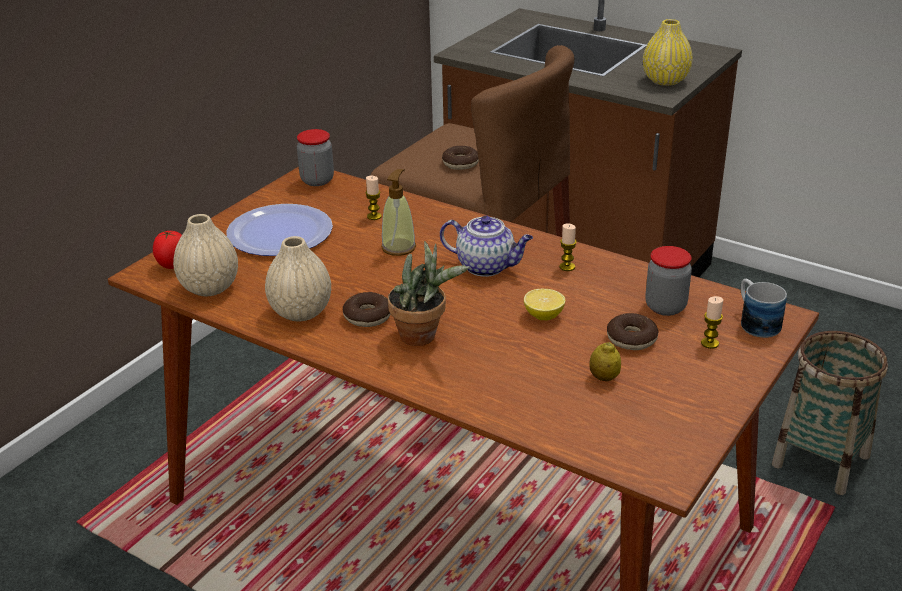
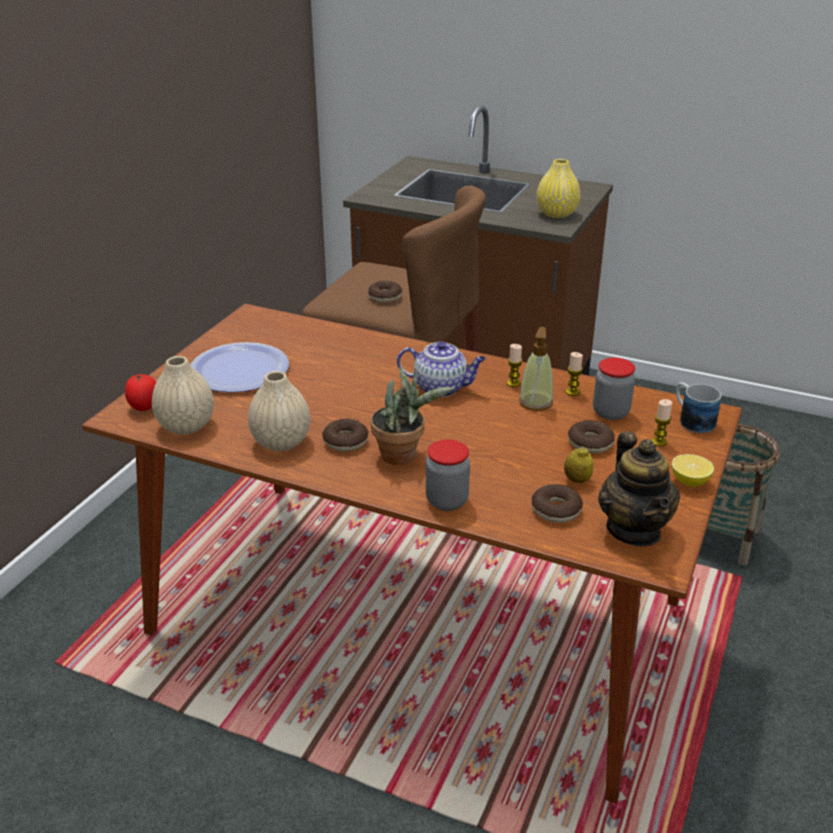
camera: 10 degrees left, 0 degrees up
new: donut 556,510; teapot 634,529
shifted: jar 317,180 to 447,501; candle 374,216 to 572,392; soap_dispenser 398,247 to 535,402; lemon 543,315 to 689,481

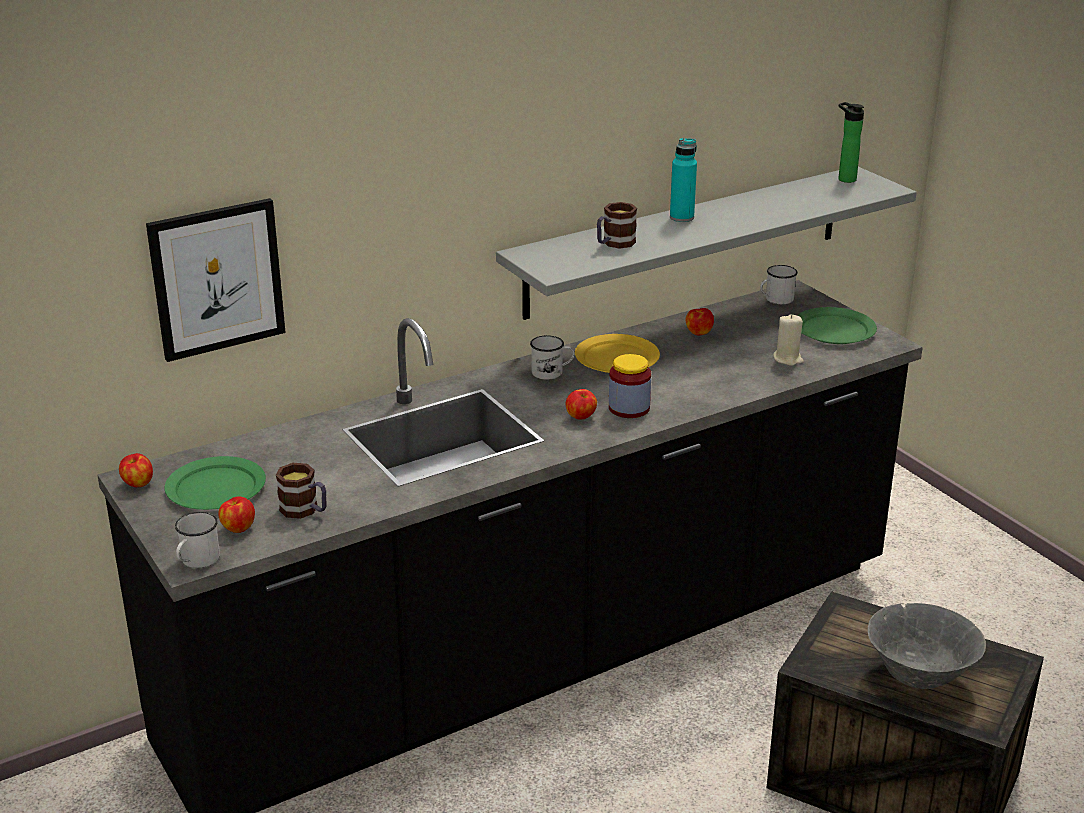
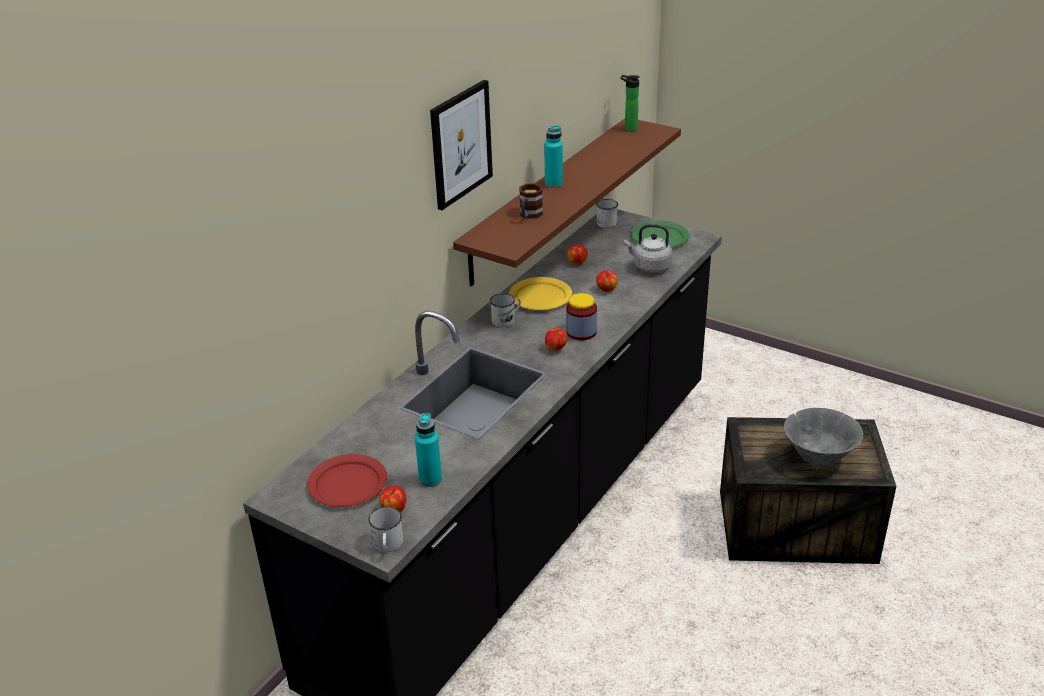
camera: 25 degrees left, 5 degrees up
shifted: apple 137,484 to 606,290; picture 217,279 to 460,144
swapped: mug 305,510 to turquoise_bottle 430,479; beige_candle 788,359 to grey_kettle 649,267
repainted: green_plate 216,488 to red_plate 348,484; grey_shelf 686,241 to brown_shelf 548,198

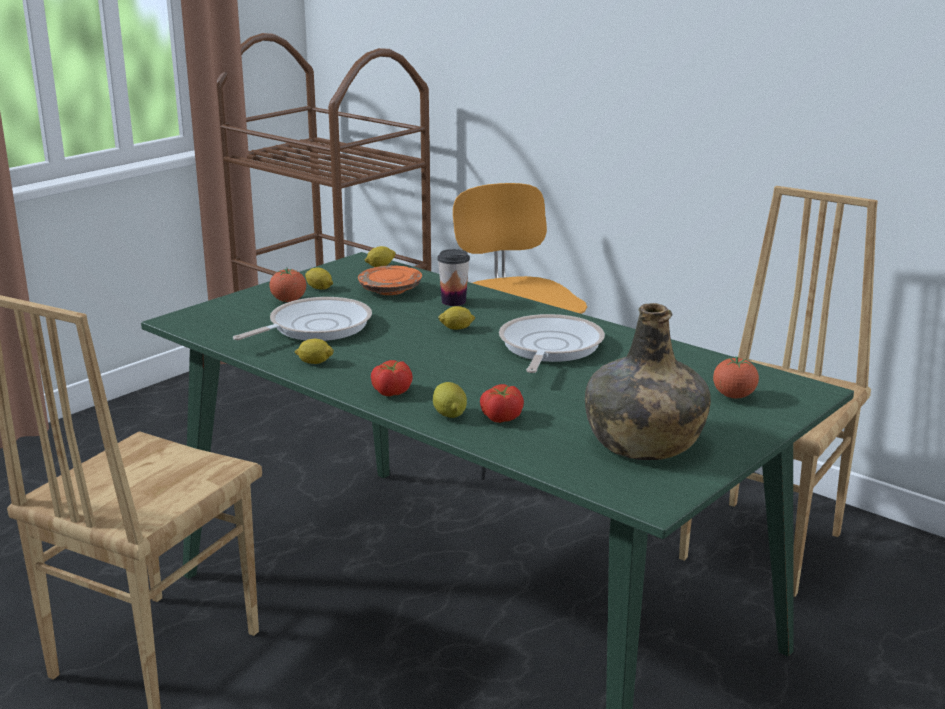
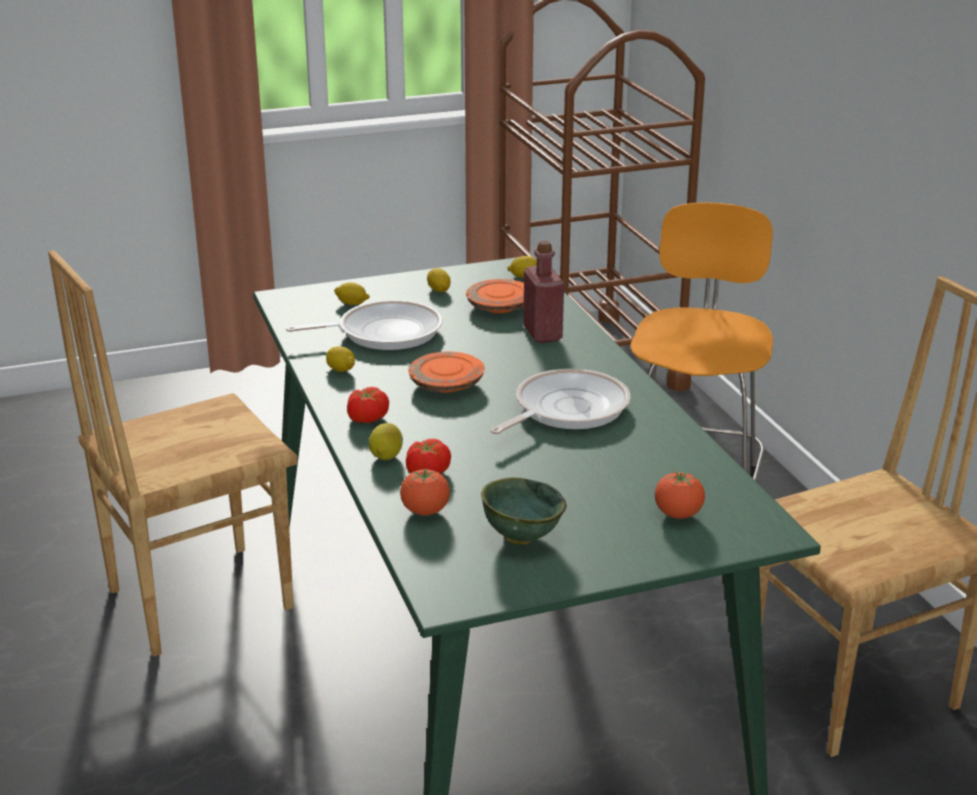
camera: 30 degrees right, 5 degrees up
new: orange_plate 446,384
shifted: tomato 289,301 to 425,511; lemon 457,328 to 352,303
swapped: cup 453,301 to red_bottle 542,334; green_bottle 643,442 to green_bowl 520,536

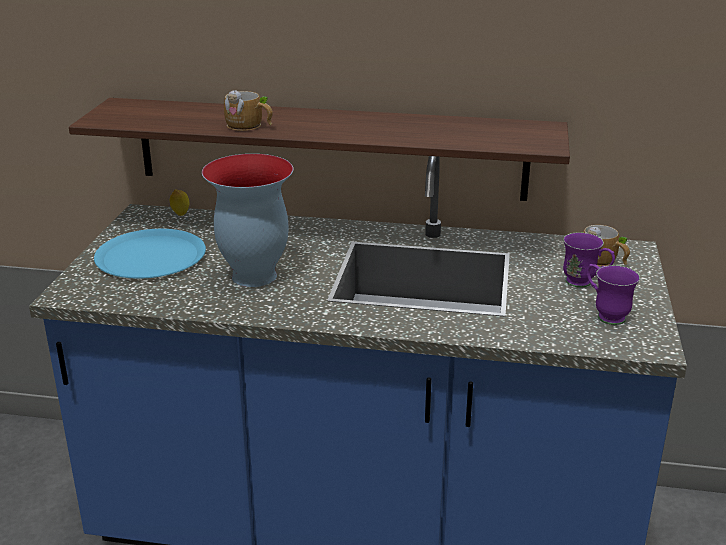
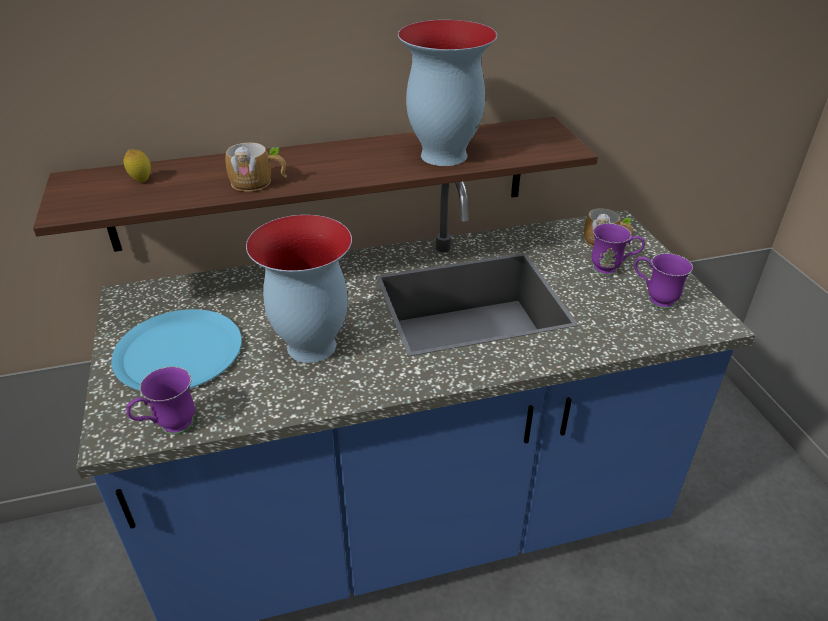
camera: 25 degrees left, 10 degrees up
new: purple_mug 169,428; vase 442,155
shifted: lemon 180,214 to 141,180

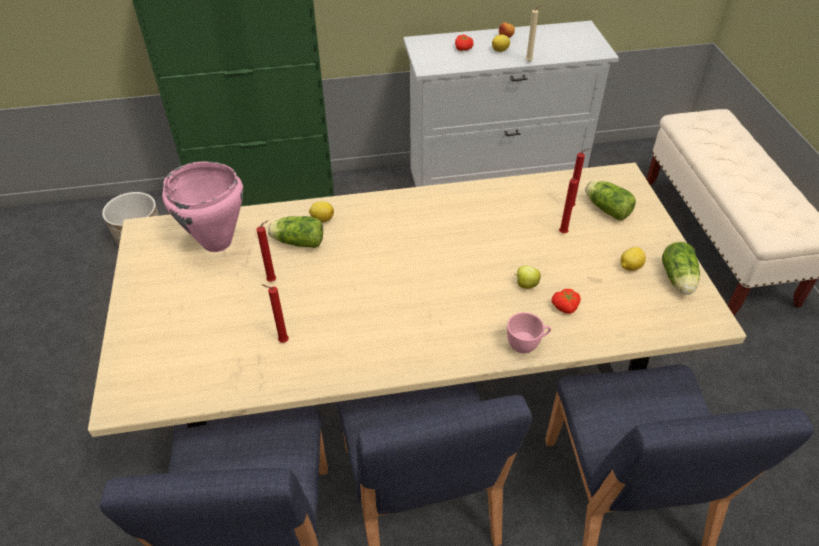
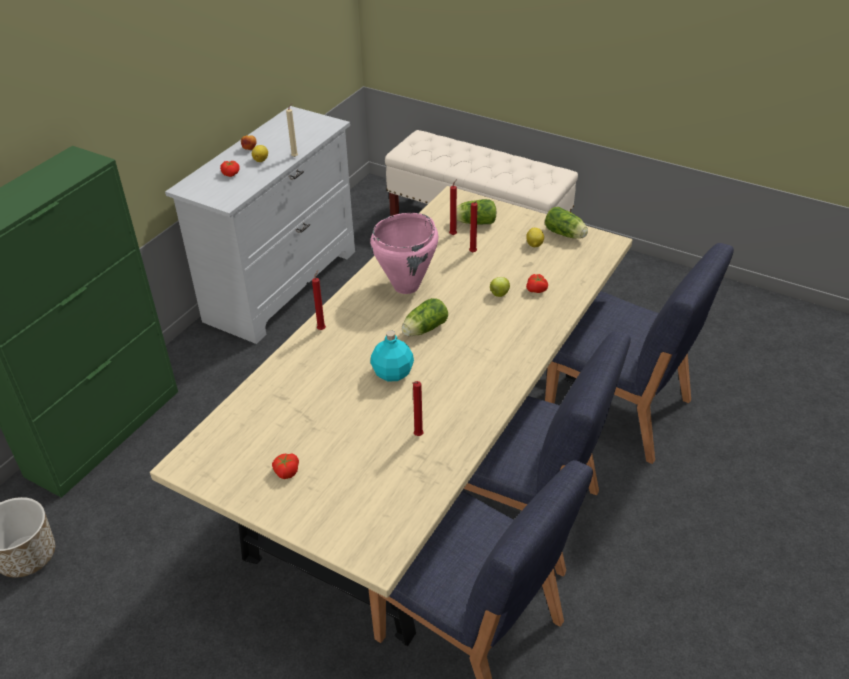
camera: 50 degrees left, 5 degrees down
gone: lemon 322,219; pink_cup 526,344
new: tomato 286,471; turquoise_bottle 392,373
shifted: pink_cooking_pot 217,242 to 407,286; red_candle 273,280 to 322,329; lettuce 297,242 to 423,329

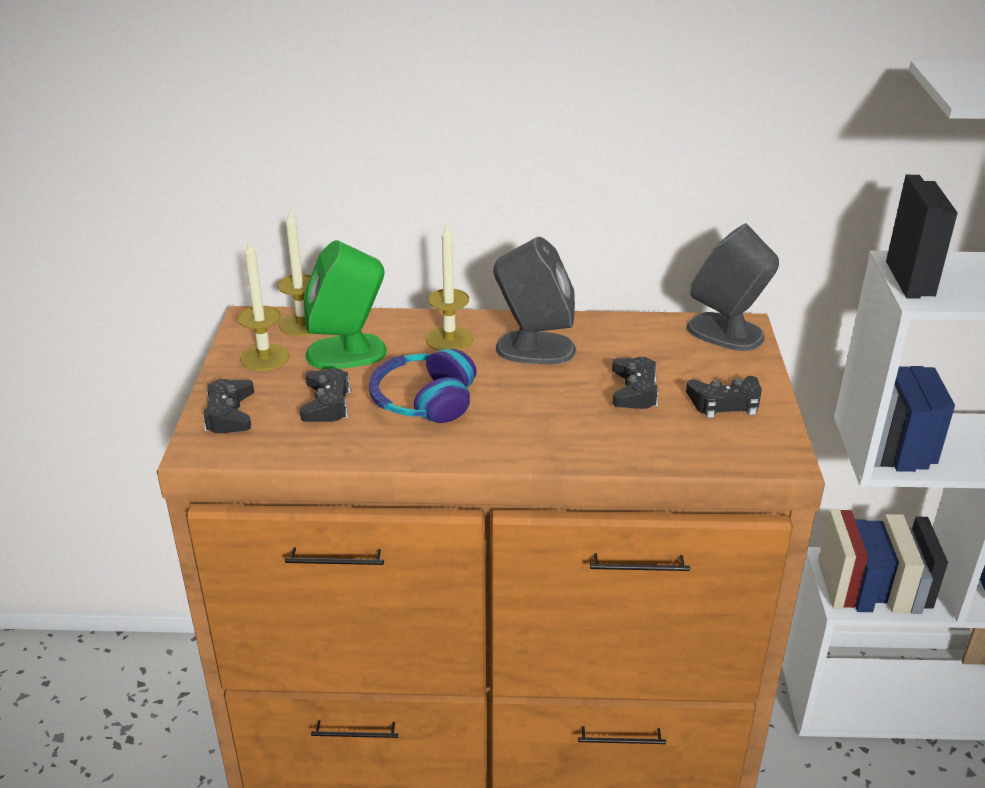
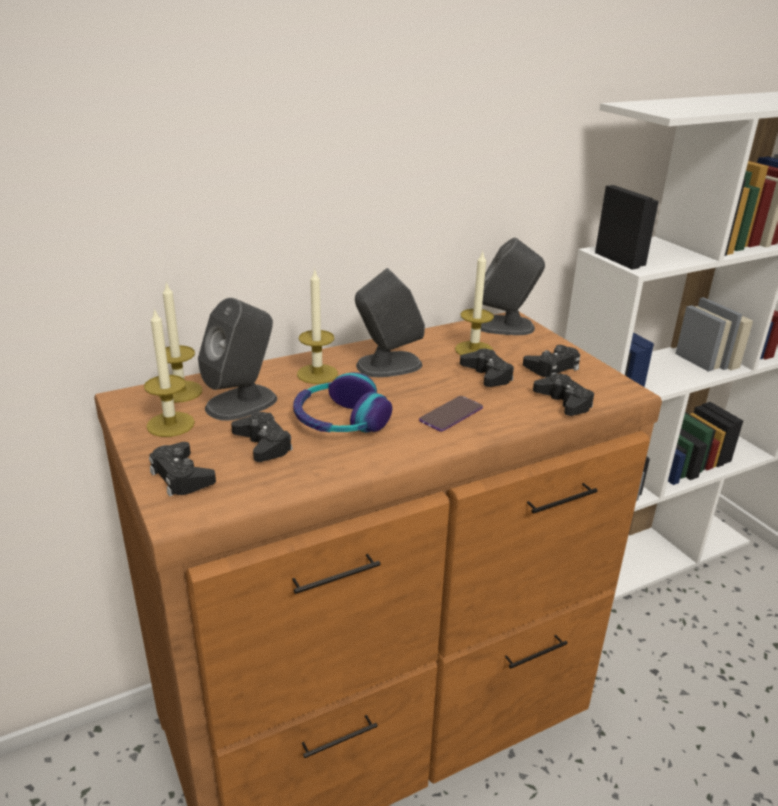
camera: 30 degrees left, 5 degrees down
new: phone 451,414; candle 474,350; black_game_controller 564,401
repainted: green_speaker 347,352 to grey_speaker 242,402

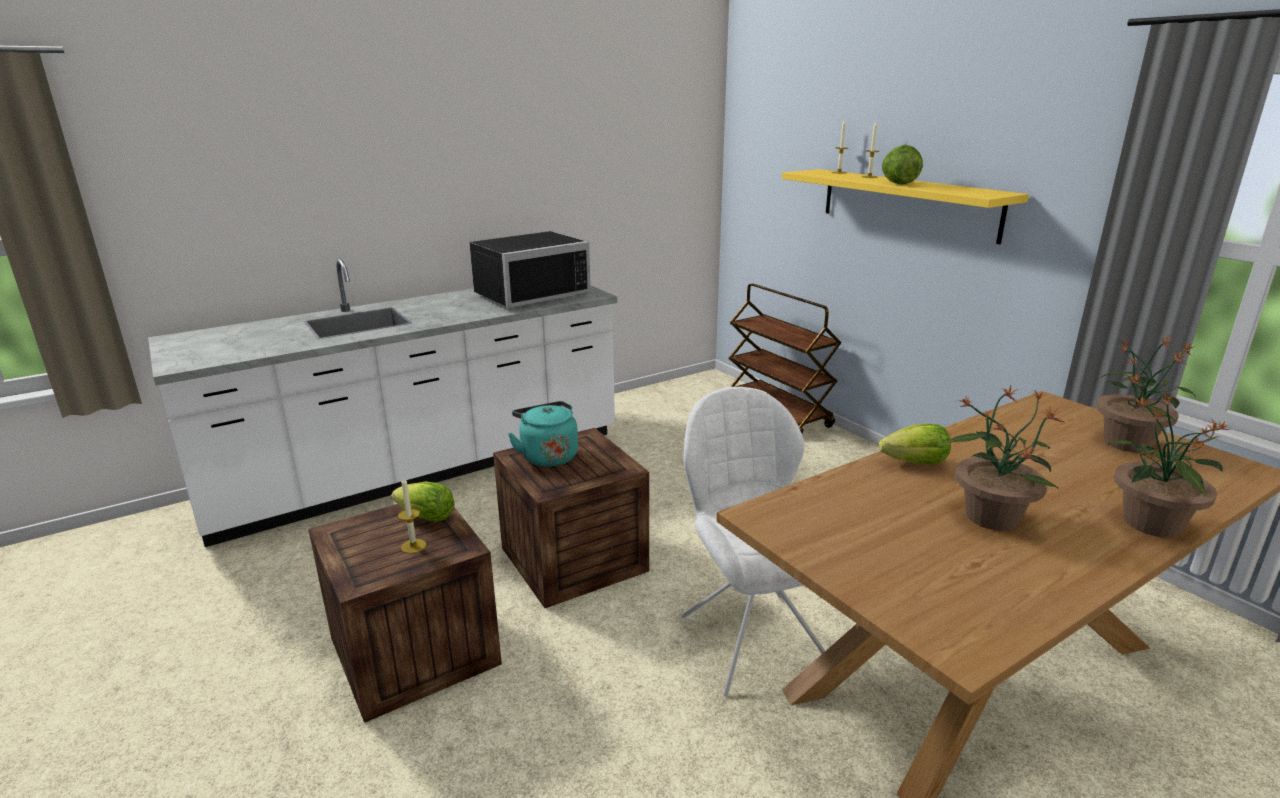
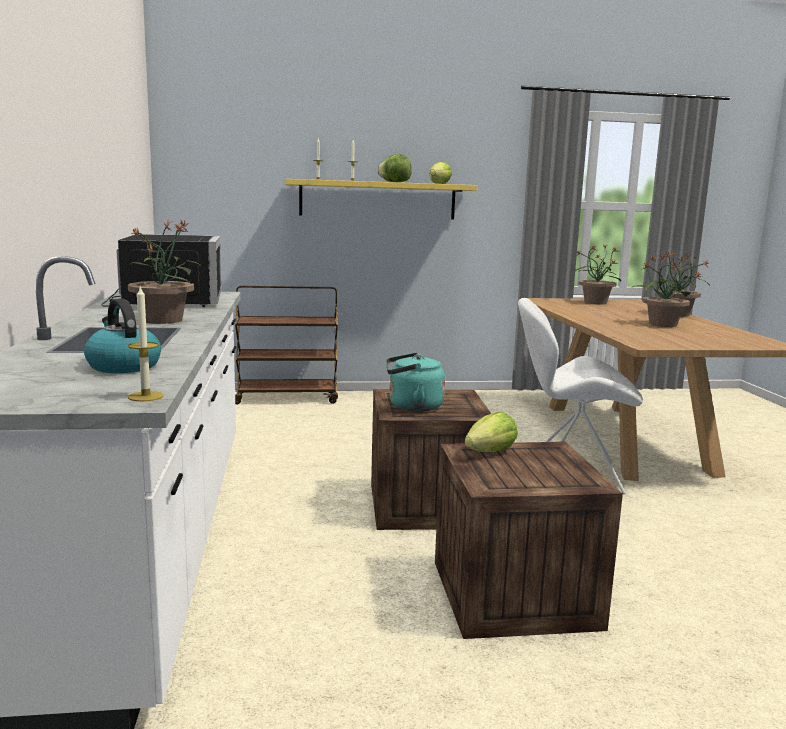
camera: 65 degrees left, 10 degrees down
new: kettle 123,366; potted_plant 163,320
shifted: candle 413,546 to 146,396; lettuce 915,463 to 439,184

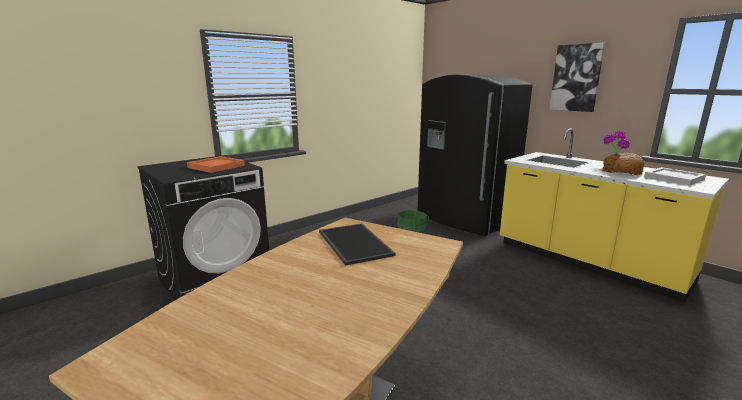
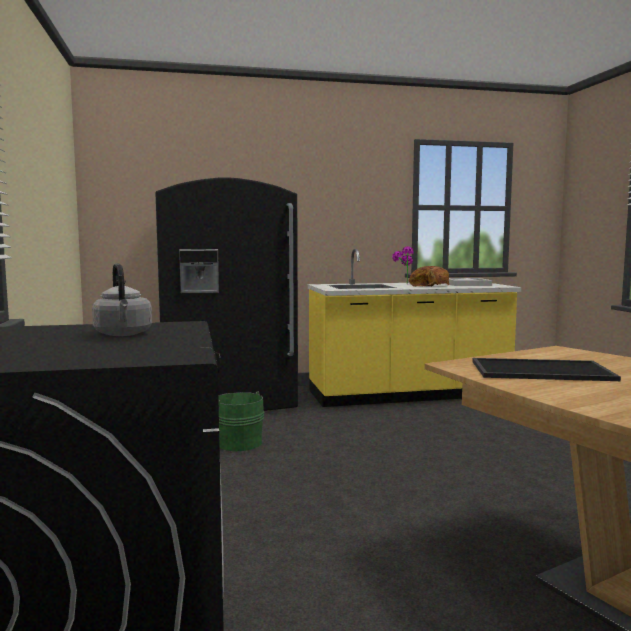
camera: 60 degrees left, 10 degrees down
gone: picture 576,78
swapped: orange_tray 216,166 to grey_kettle 123,334

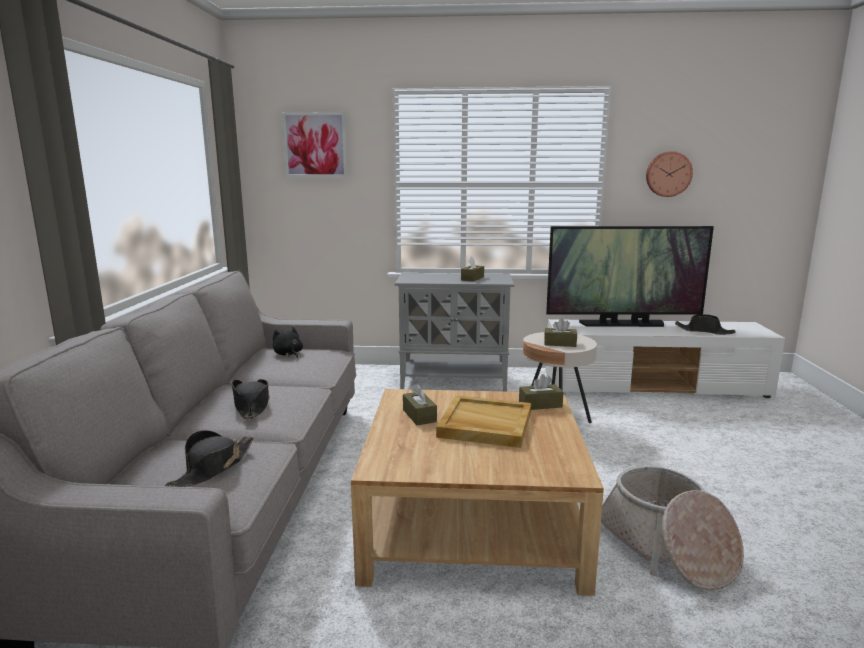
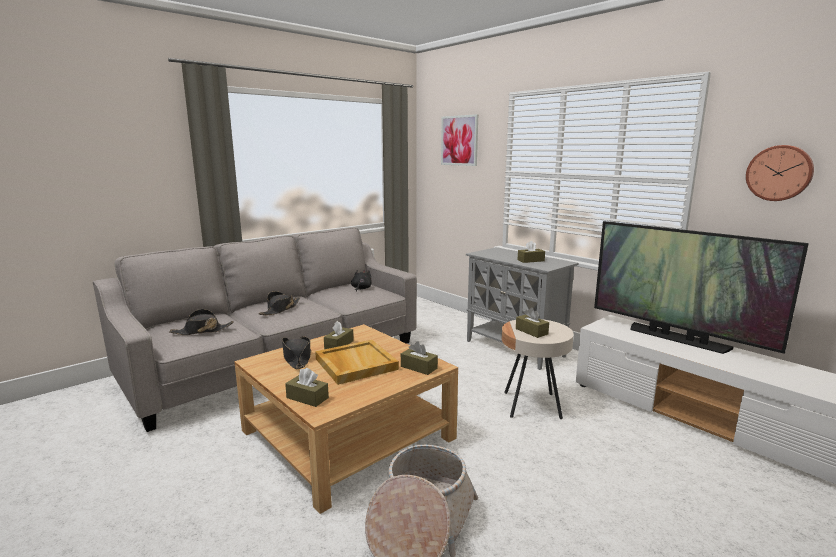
camera: 45 degrees right, 0 degrees up
new: brown_tissue_box 307,398
shifted: black_hat 704,331 to 297,358

